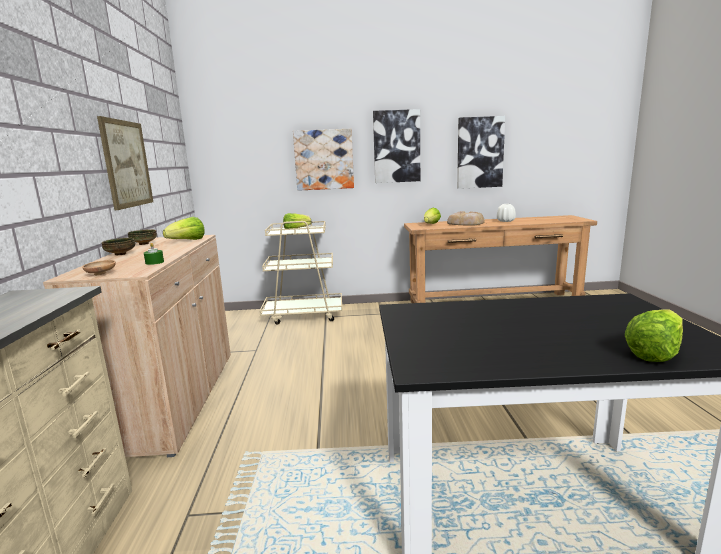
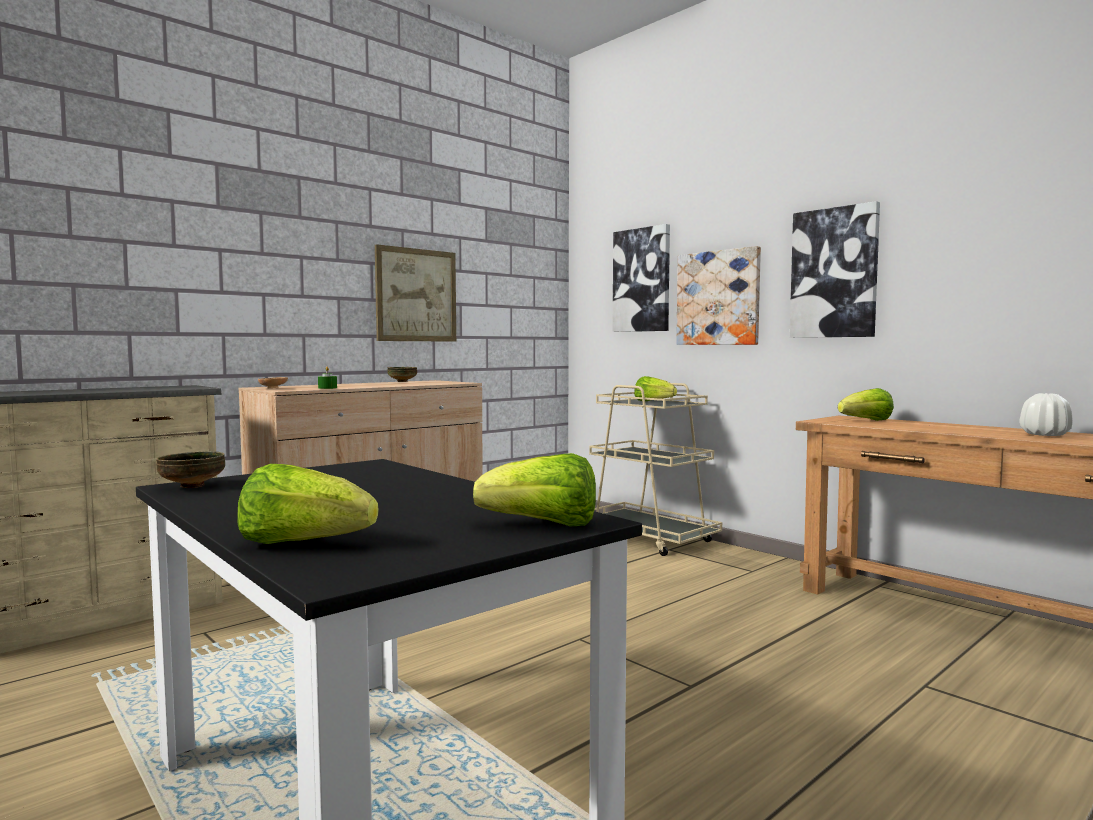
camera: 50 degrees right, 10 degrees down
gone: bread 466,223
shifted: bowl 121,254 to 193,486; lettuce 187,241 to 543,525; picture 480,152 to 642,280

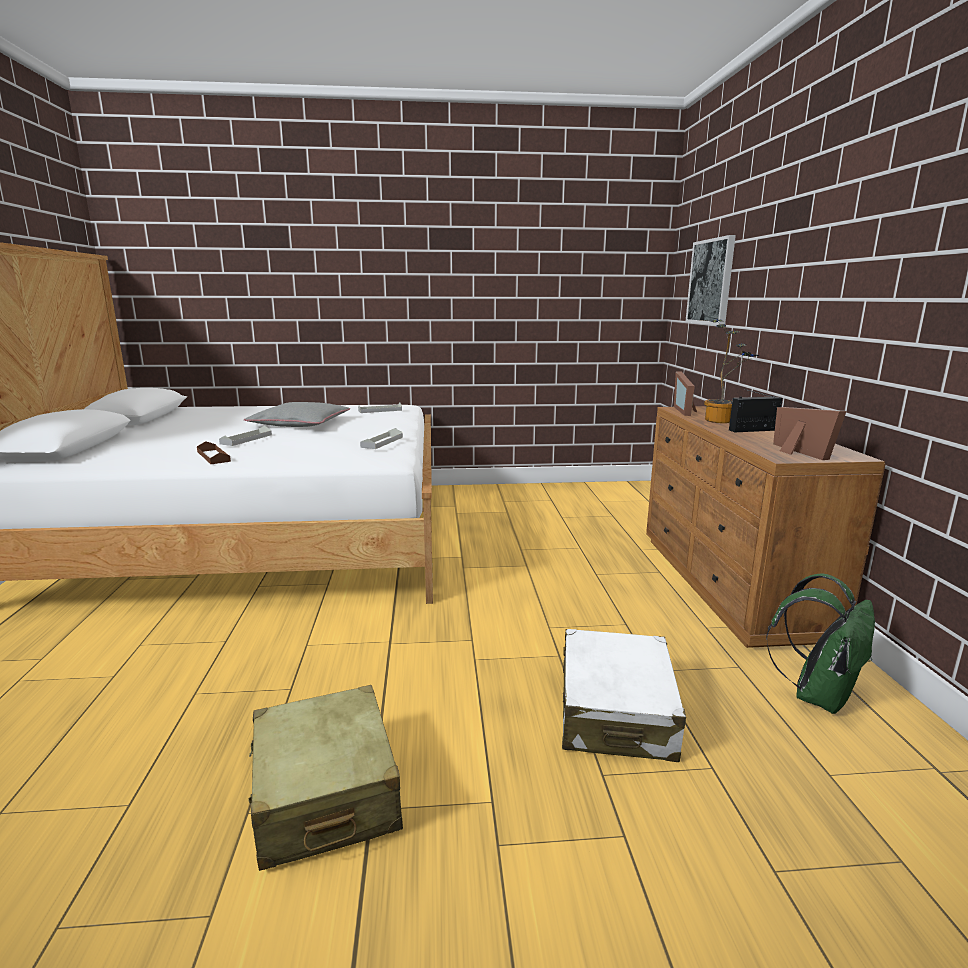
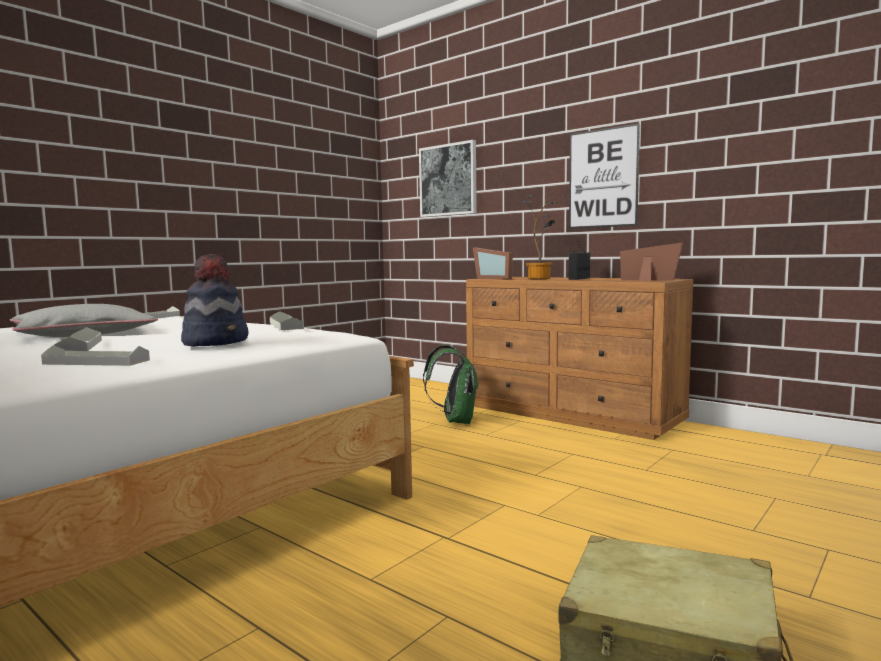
camera: 45 degrees left, 10 degrees down
gone: white_suitcase 615,712
new: hat 216,342; picture 603,178
shifted: green_backpack 817,695 to 455,421
repainted: brown_tray 213,456 to grey_tray 96,362

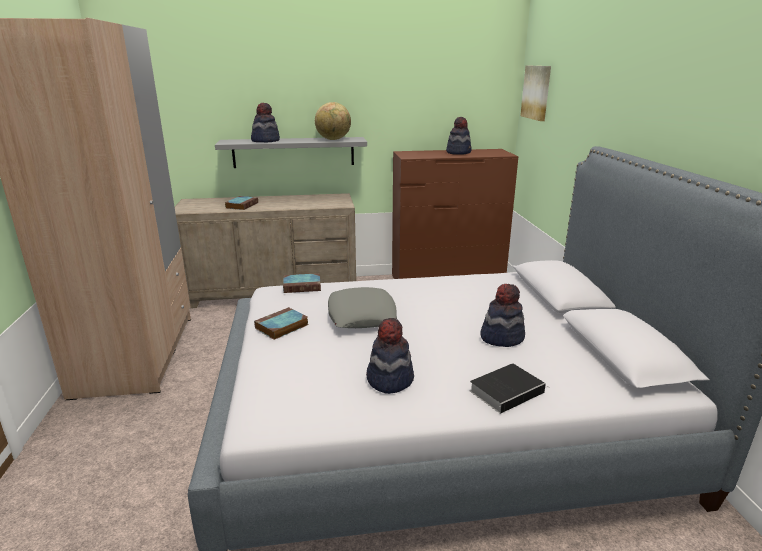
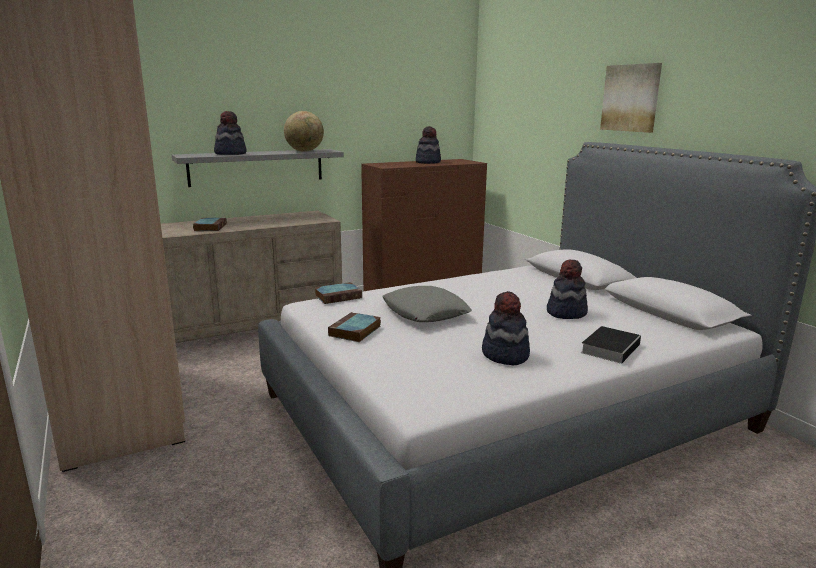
camera: 20 degrees left, 5 degrees down
shifted: picture 537,92 to 631,98

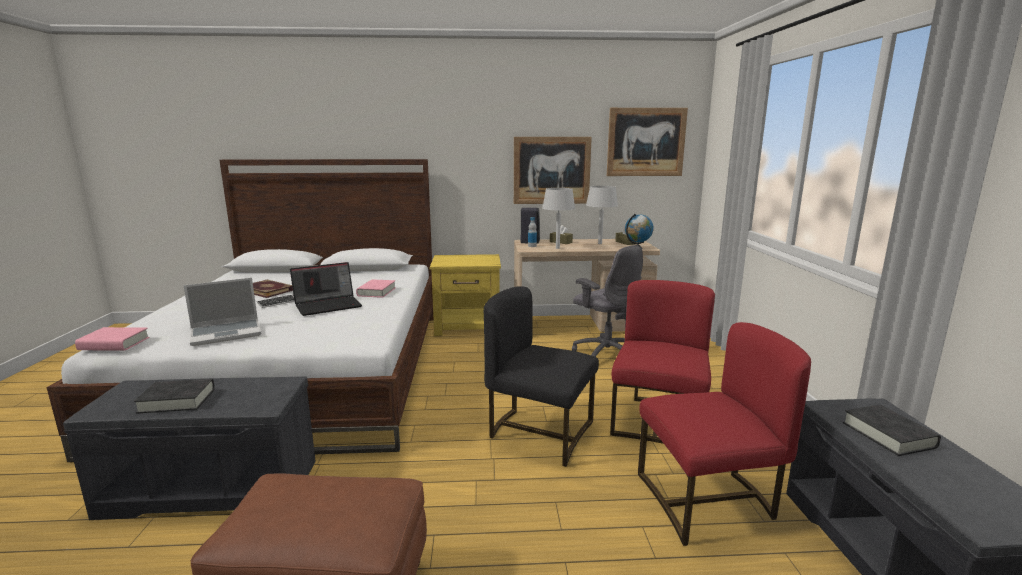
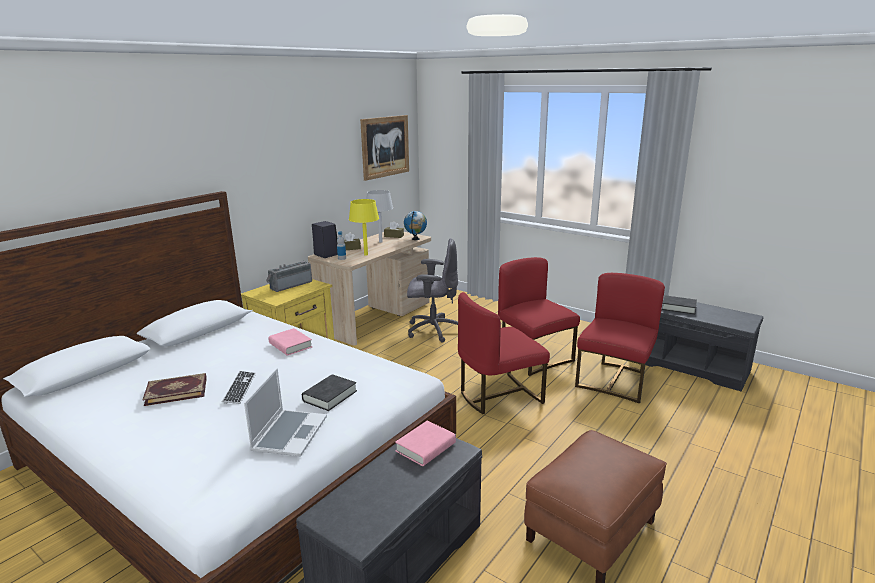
camera: 50 degrees left, 5 degrees up
gone: laptop 328,305; picture 551,170
new: radio 290,285
shifted: pink_book 114,344 to 425,447; black_book 177,400 to 330,396
repainted: black_chair 539,432 to red_chair 498,395; grey_table_lamp 557,248 to yellow_table_lamp 366,255

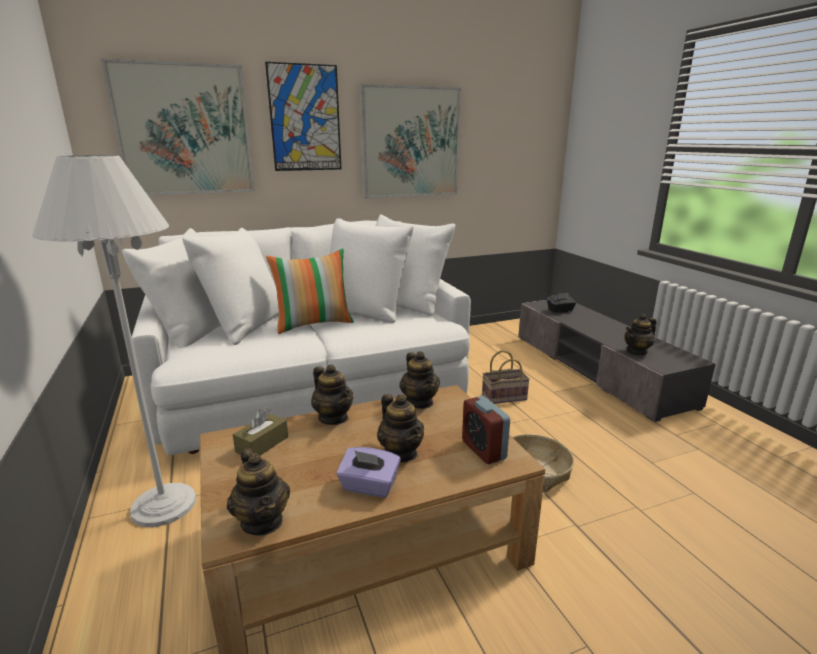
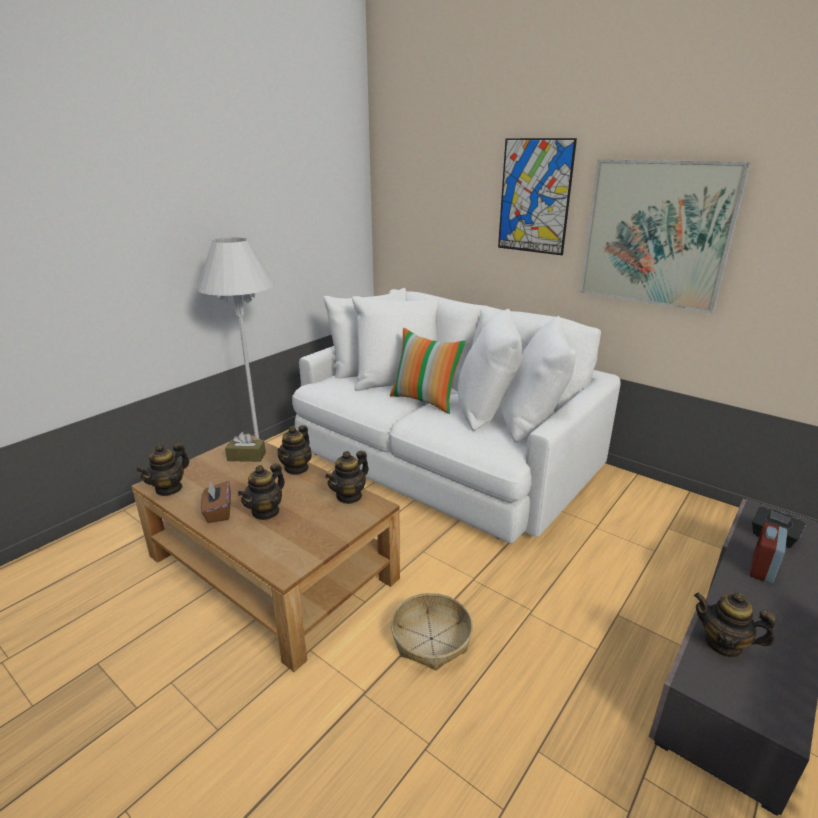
camera: 60 degrees right, 5 degrees up
gone: picture 184,130; basket 504,396
shifted: alarm_clock 483,449 to 762,569
repainted: purple_tissue_box 369,486 to brown_tissue_box 218,512

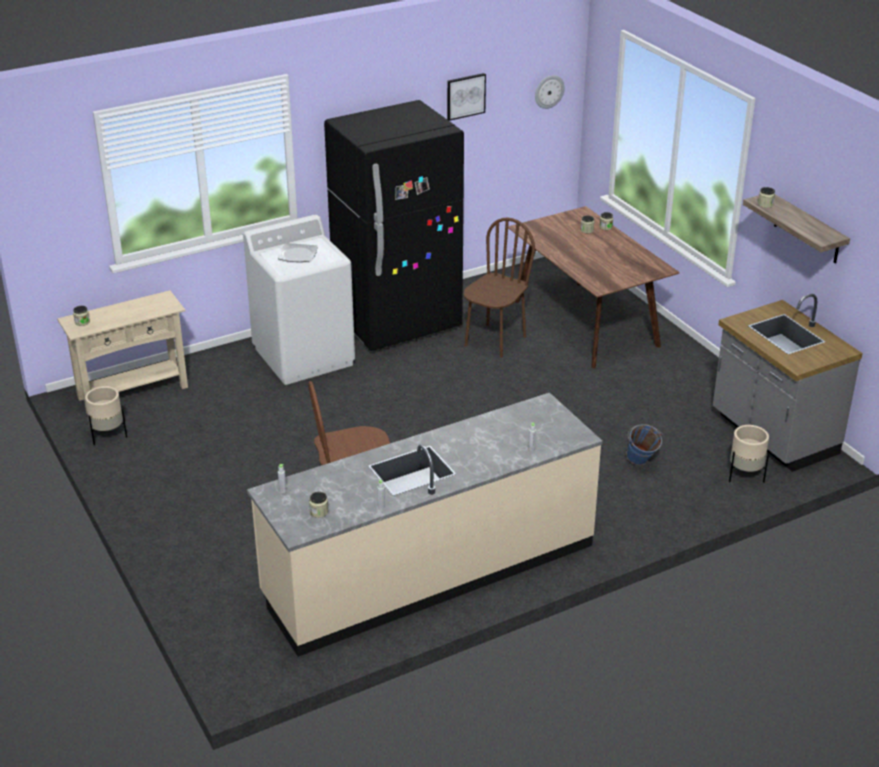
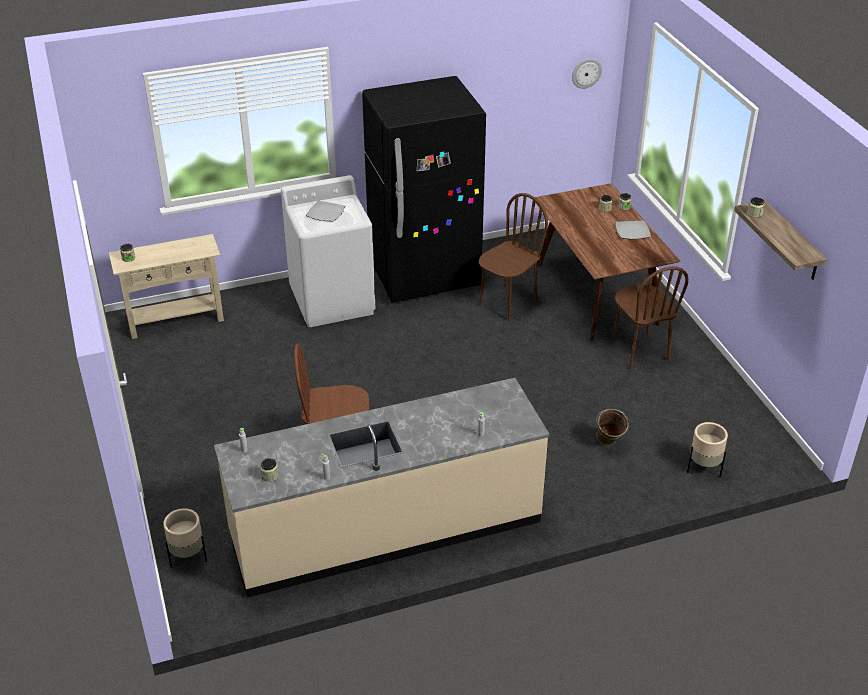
camera: 10 degrees right, 5 degrees up
gone: picture 465,96; grey_counter 772,435
new: brown_chair 639,351; plate 632,231
shifted: beige_planter 108,436 to 188,557
repainted: blue_bucket 641,464 to green_bucket 608,444

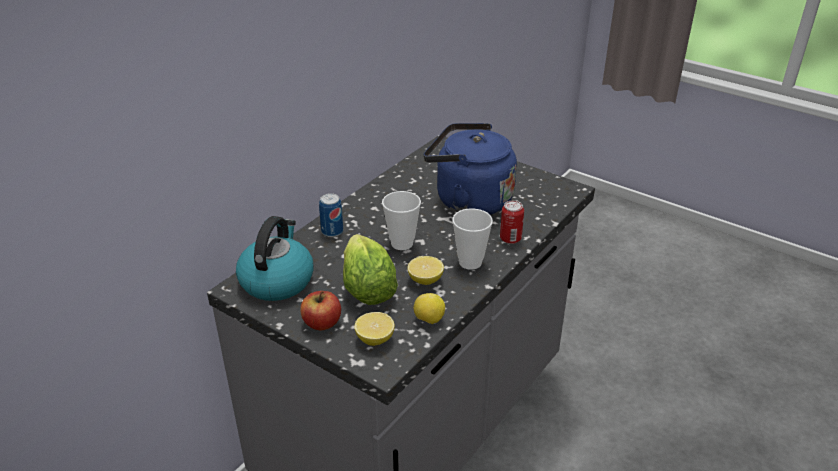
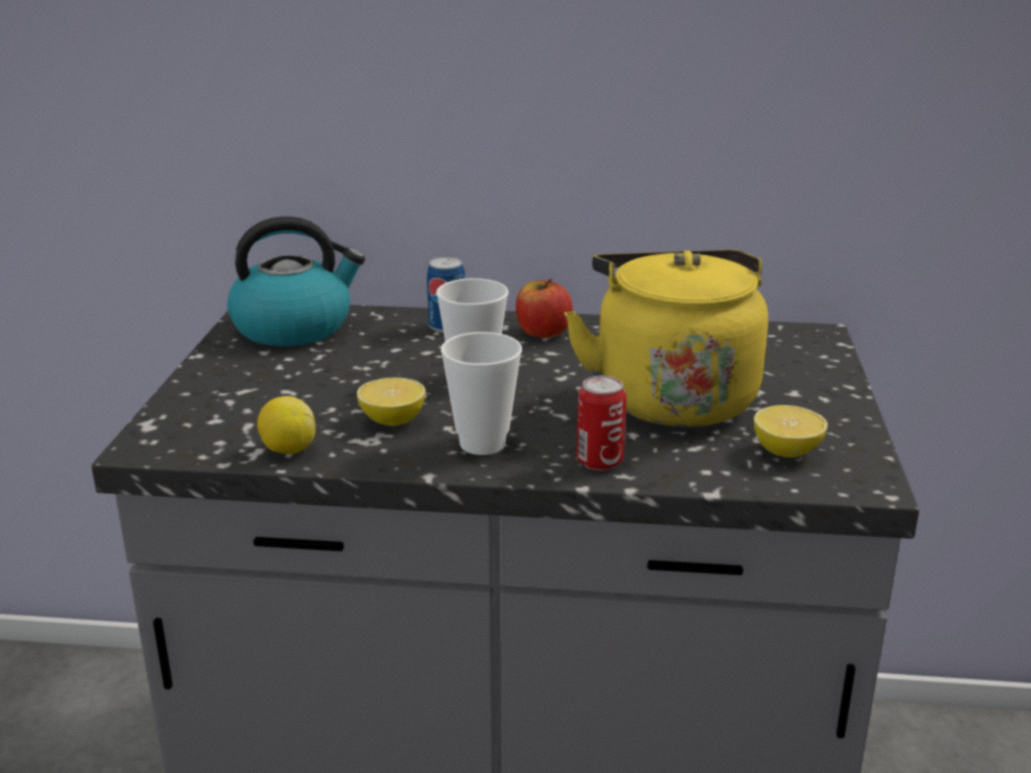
camera: 60 degrees right, 10 degrees down
gone: lettuce 367,289
shifted: apple 322,323 to 543,332; lemon 375,339 to 786,451
repainted: blue_kettle 468,200 to yellow_kettle 671,396

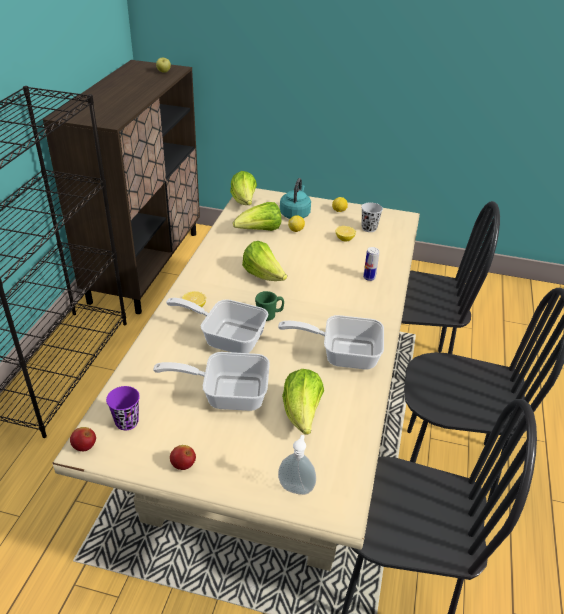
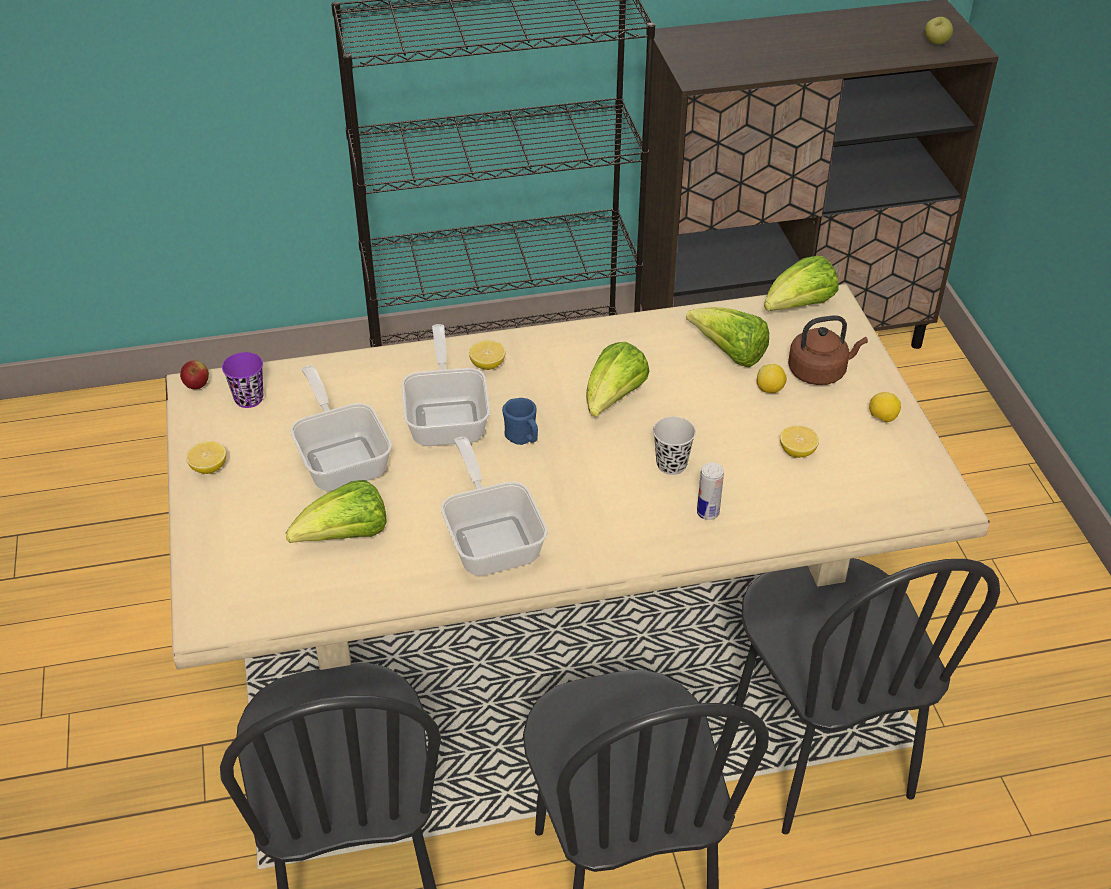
camera: 65 degrees right, 5 degrees up
gone: soap_dispenser 296,487
shifted: black_cup 369,228 to 671,465
swapped: apple 183,465 to lemon 209,468
repainted: green_mug 269,316 to blue_mug 523,438; turquoise_kettle 295,214 to brown_kettle 820,372

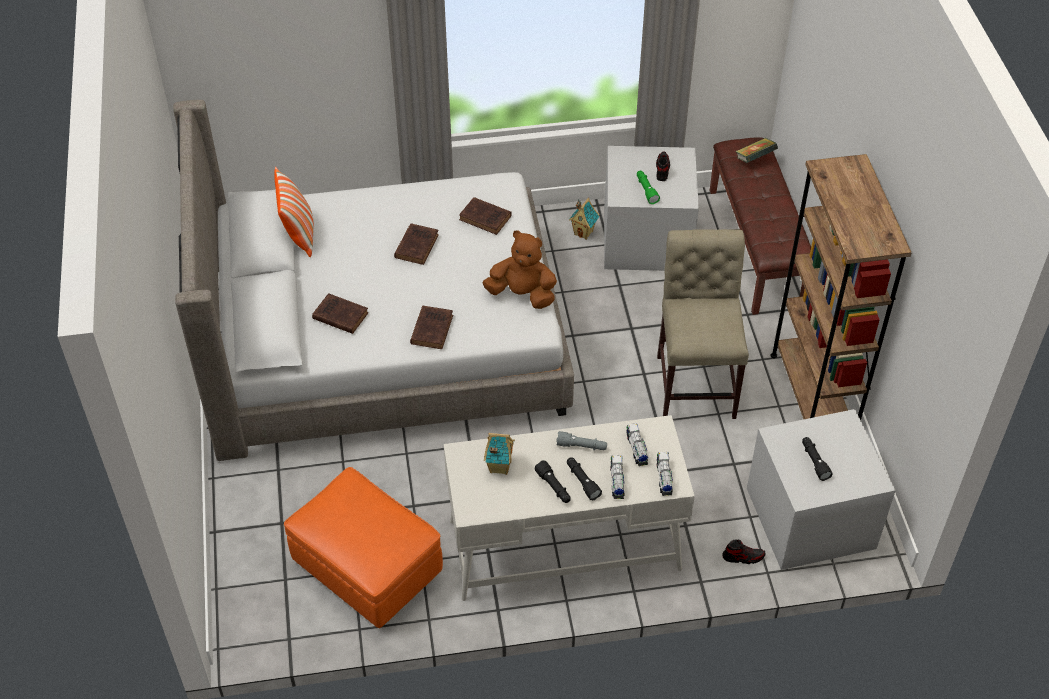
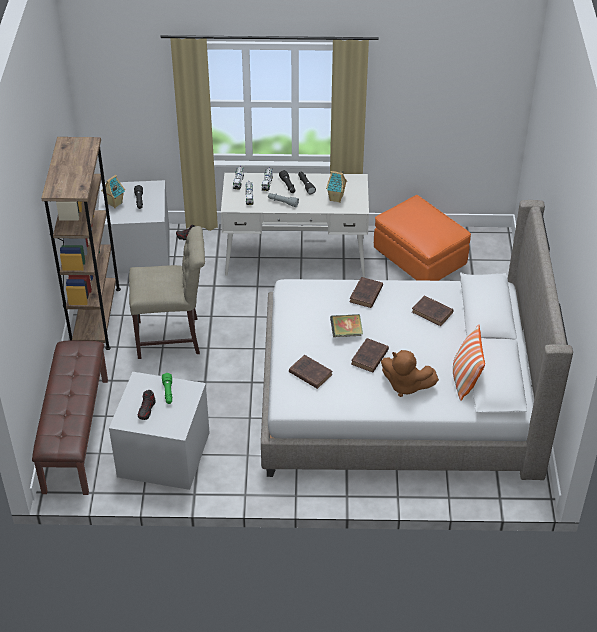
camera: 170 degrees left, 5 degrees down
shifted: brown_plush_toy 522,294 to 405,385; toy_house 584,233 to 114,203; book 755,159 to 346,333
rotated: beige_chair 695,381 = 173,338 105 degrees counterclockwise

